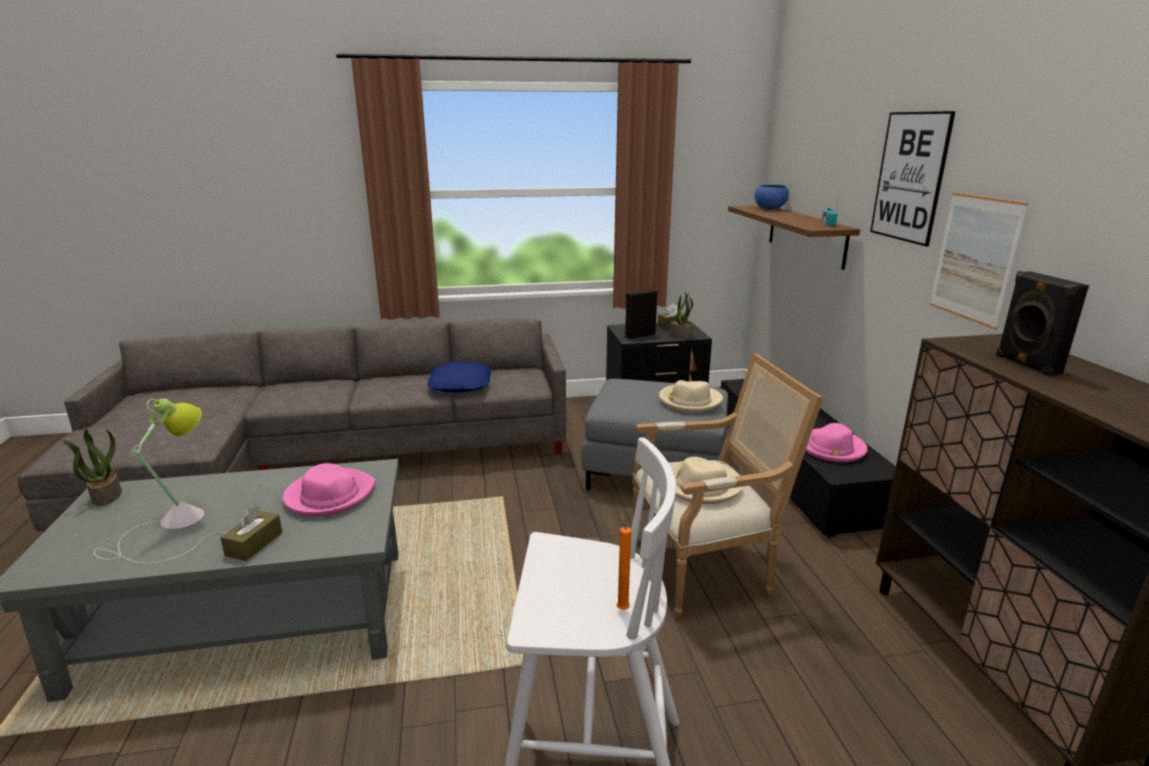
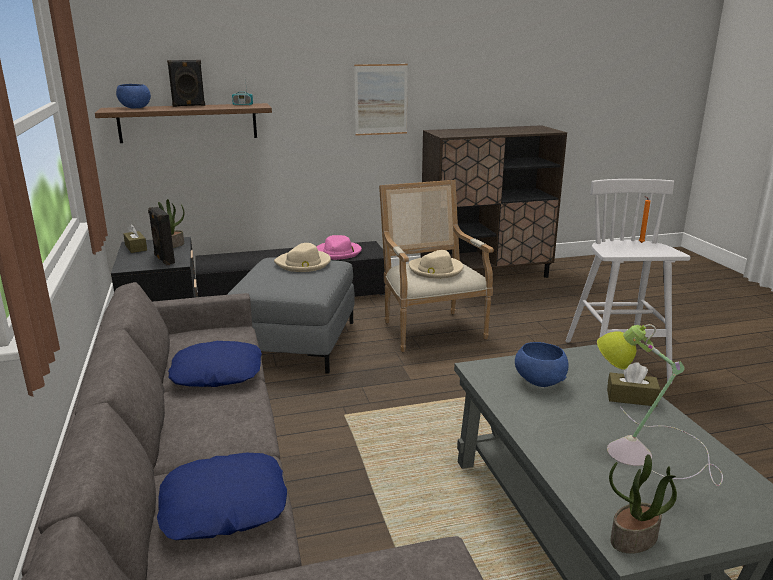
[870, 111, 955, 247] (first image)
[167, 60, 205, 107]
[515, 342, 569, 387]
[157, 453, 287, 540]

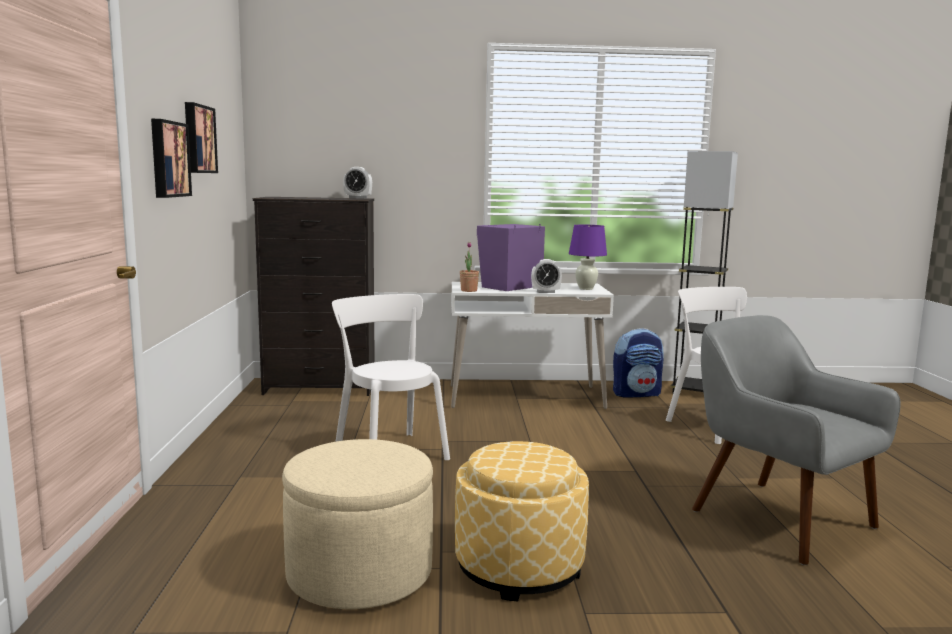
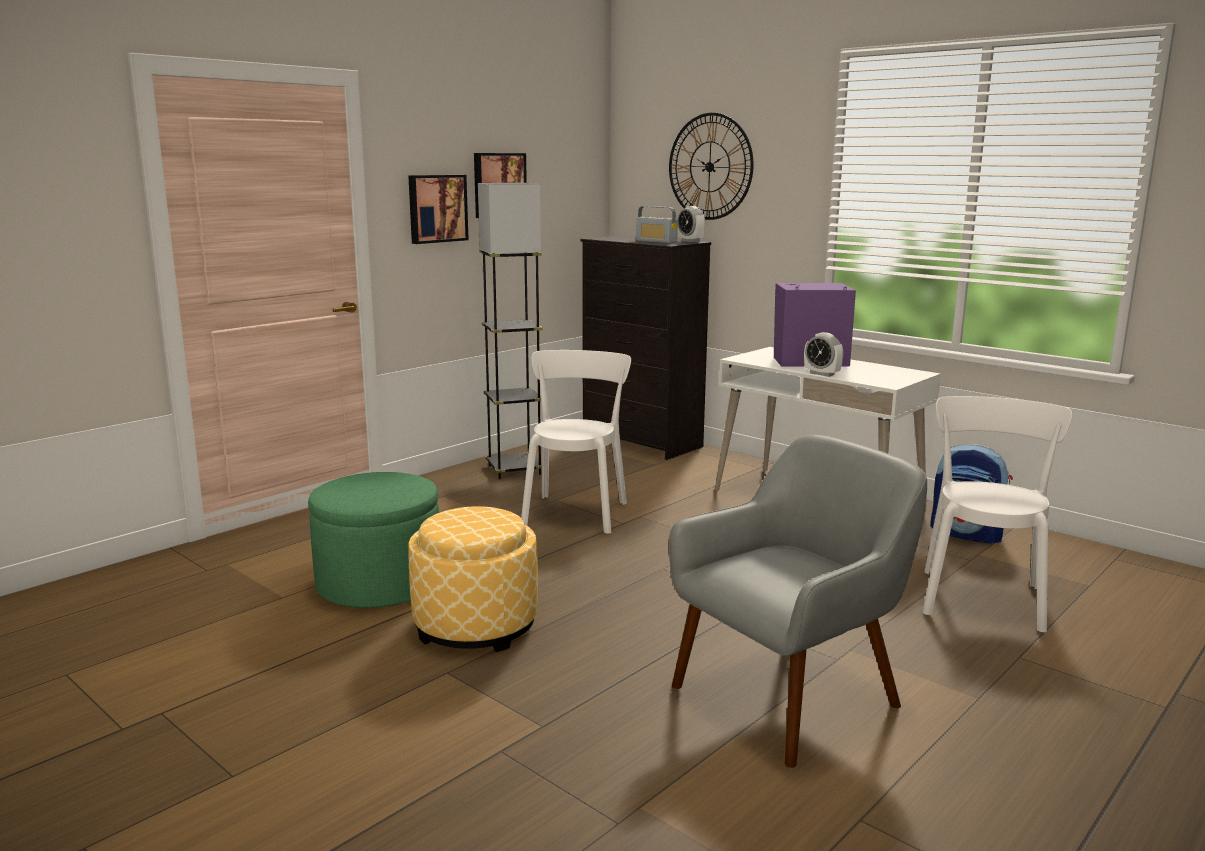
[478, 183, 543, 479]
[569, 225, 607, 290] (first image)
[460, 242, 479, 292] (first image)
[669, 435, 927, 768]
[308, 472, 439, 608]
[669, 113, 754, 220]
[636, 206, 678, 243]

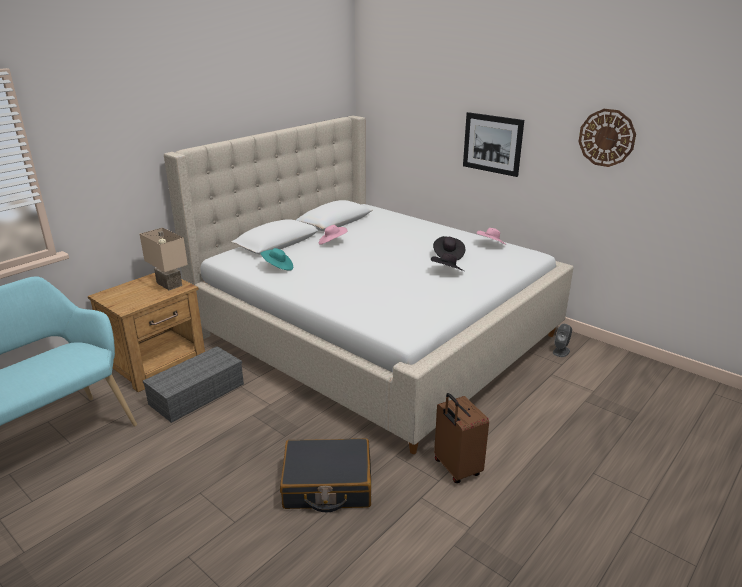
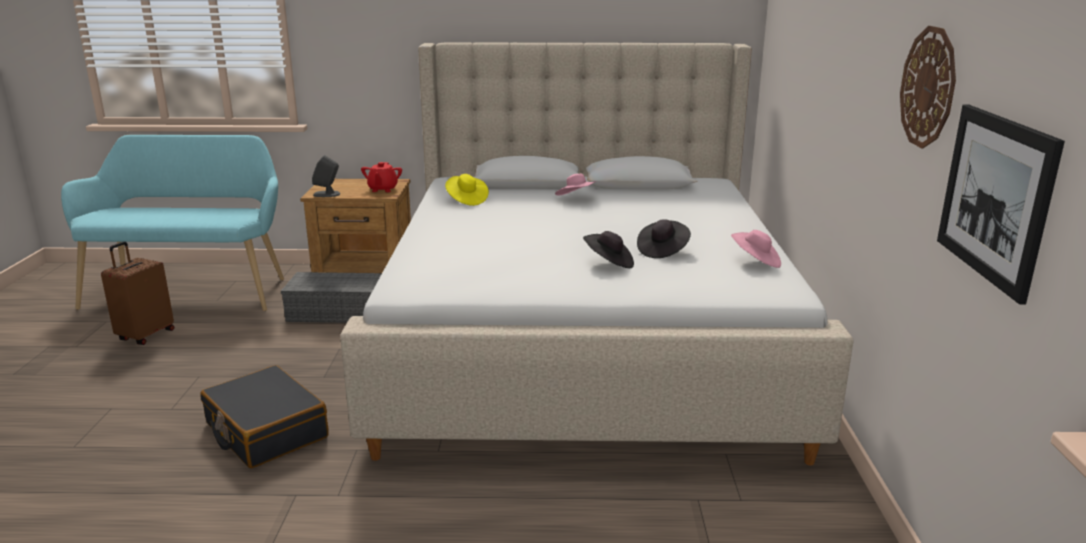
[937, 104, 1065, 304]
[361, 162, 402, 192]
[445, 174, 489, 206]
[312, 155, 340, 197]
[101, 241, 174, 345]

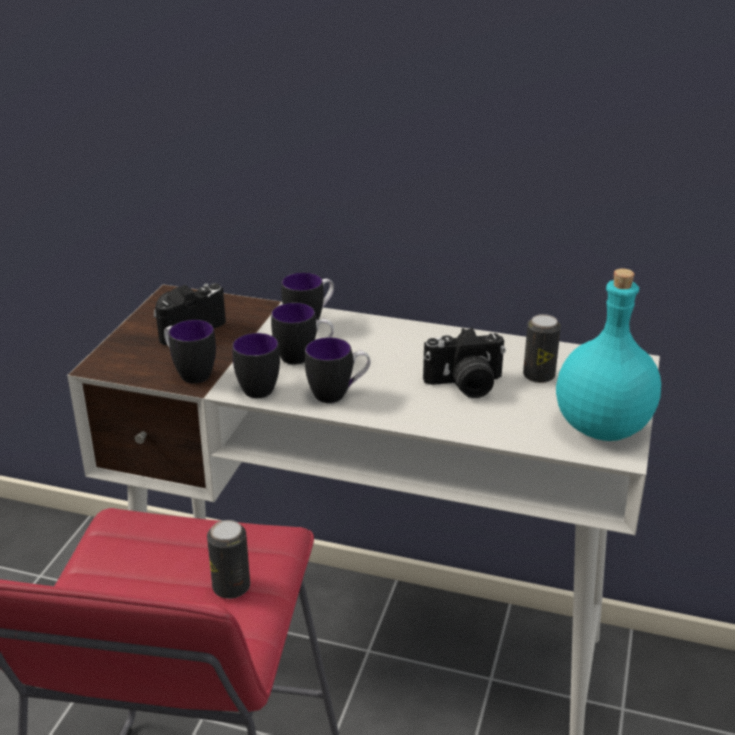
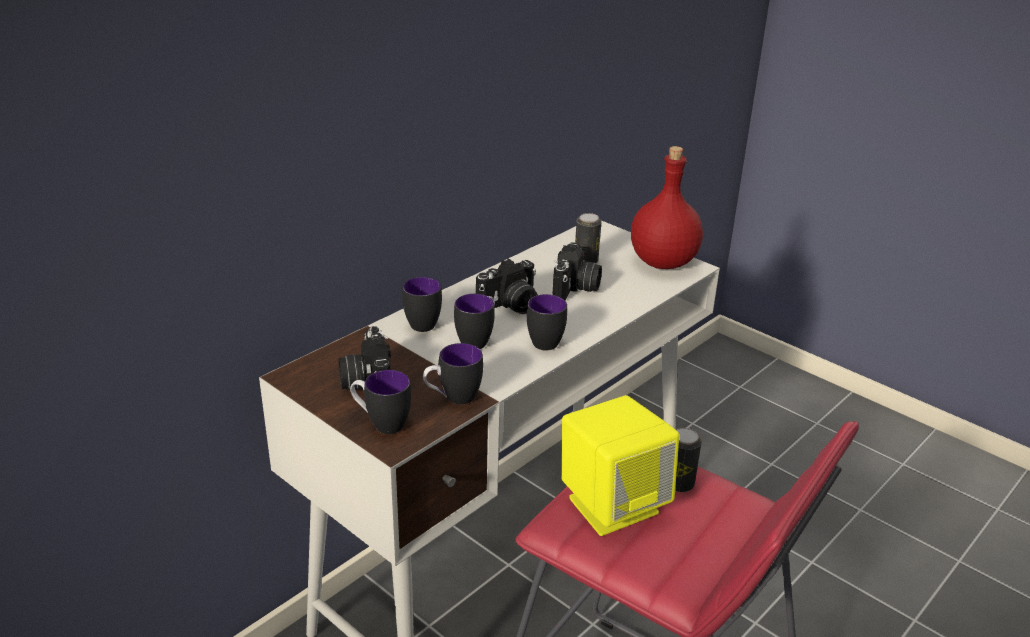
[631, 146, 703, 269]
[350, 370, 411, 434]
[476, 258, 538, 314]
[561, 395, 679, 536]

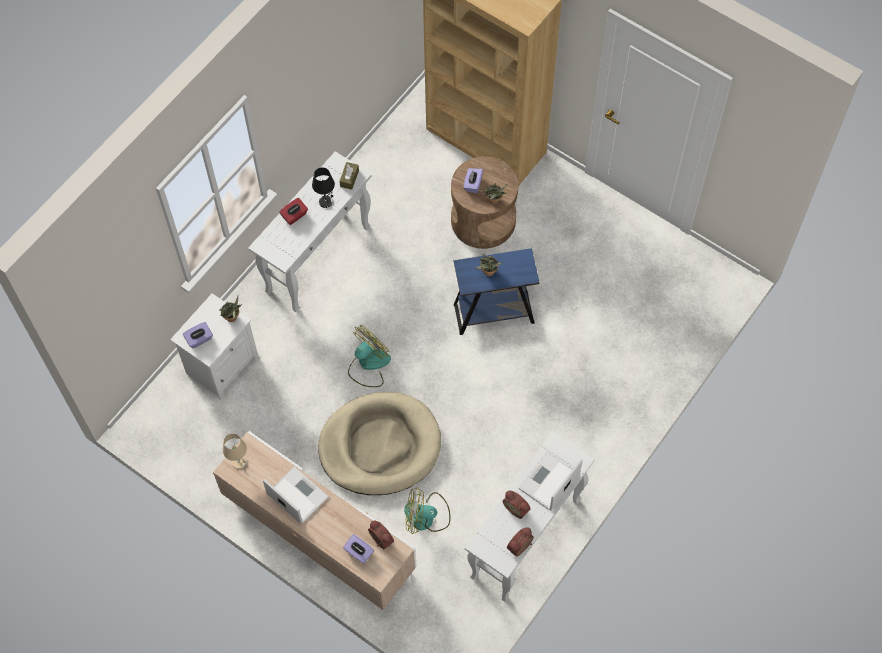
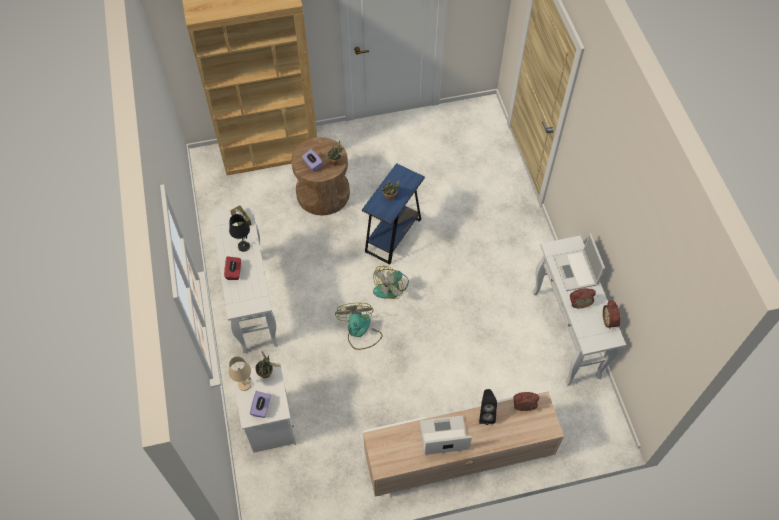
[318, 392, 441, 495] (first image)
[229, 356, 251, 391]
[373, 266, 409, 299]
[343, 534, 374, 564] (first image)
[479, 389, 497, 425]

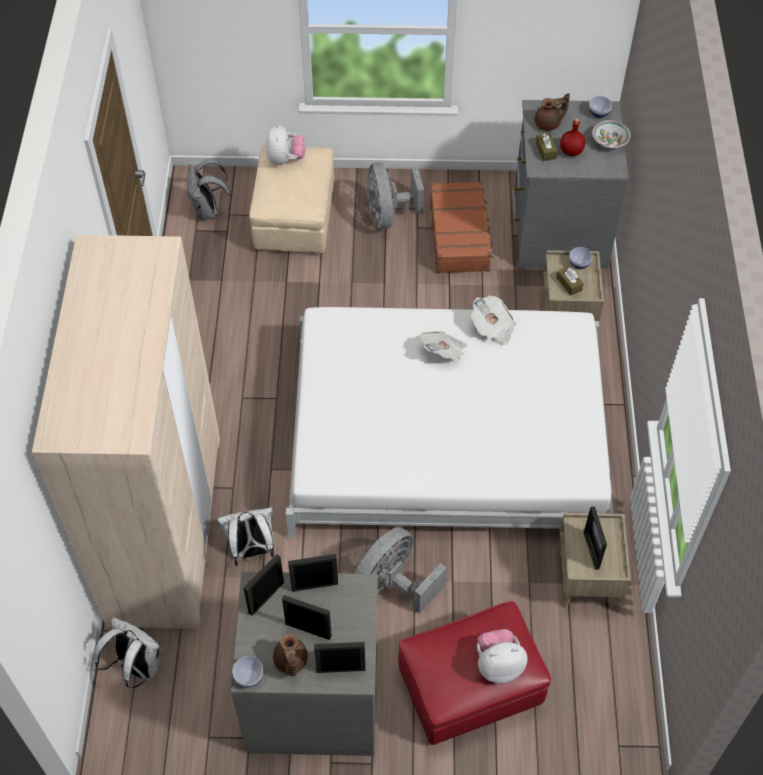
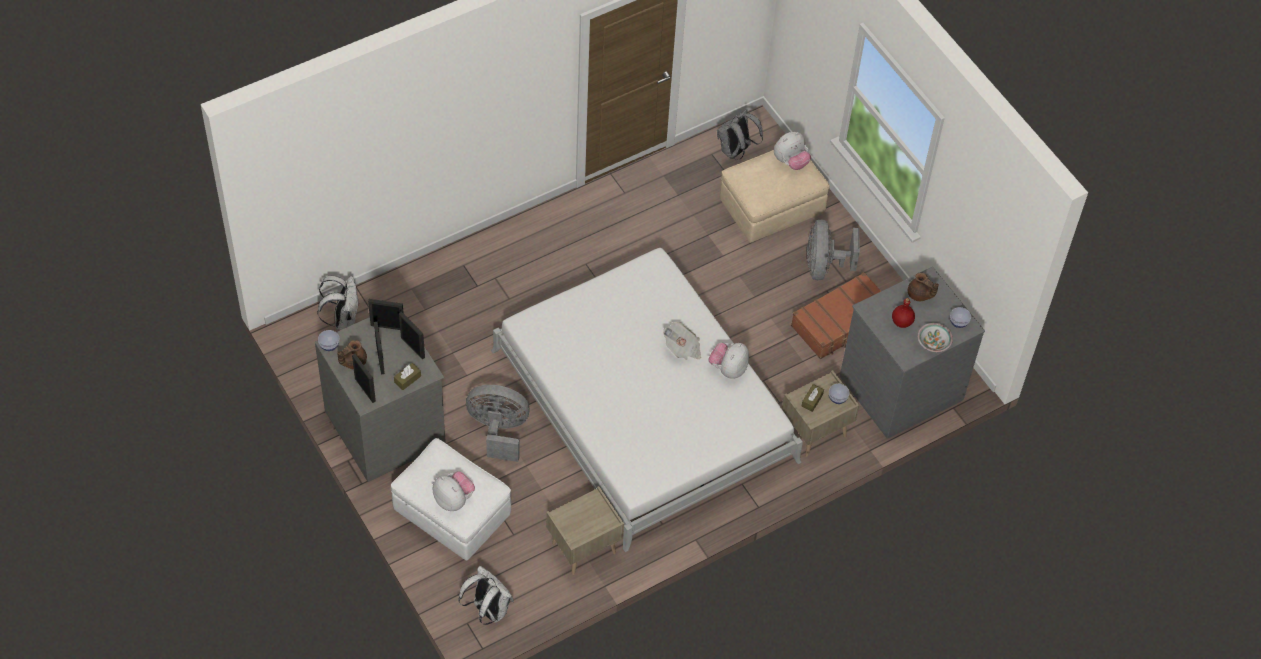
[394, 363, 421, 390]
[807, 220, 860, 280]
[32, 235, 220, 629] (first image)
[709, 343, 749, 379]
[584, 506, 607, 570] (first image)
[458, 566, 514, 625]
[391, 438, 511, 560]

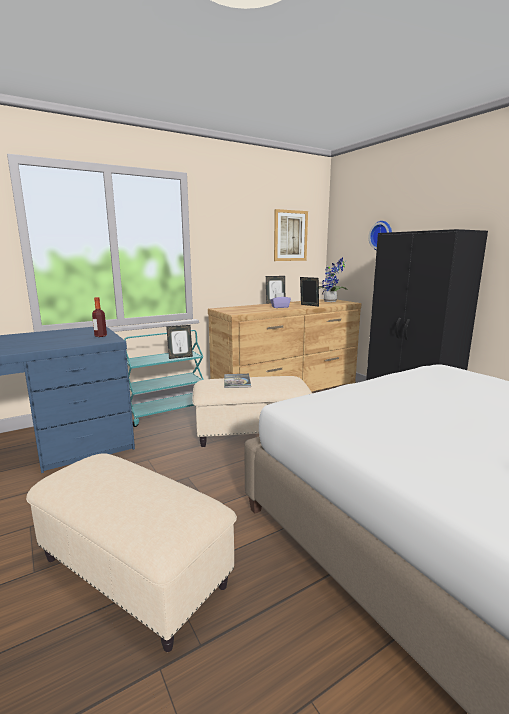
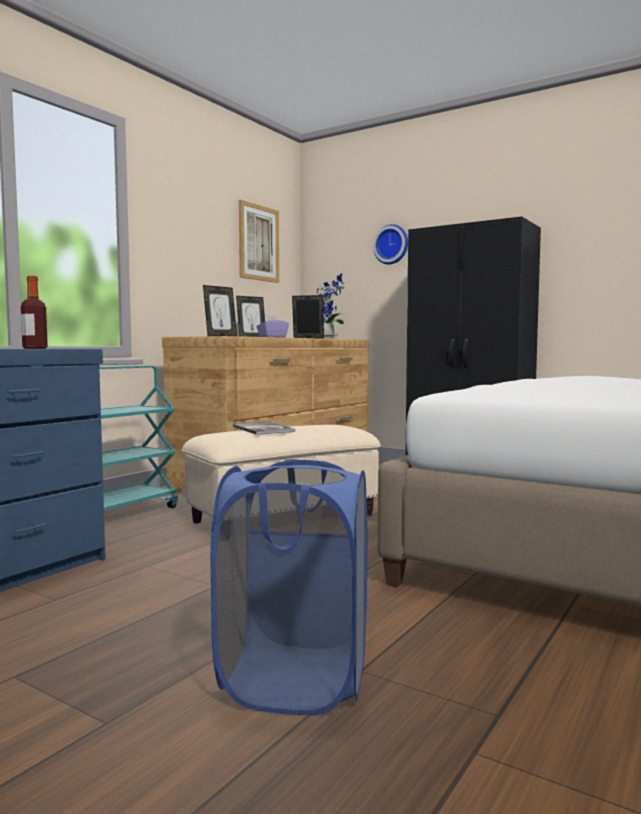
[203, 285, 237, 336]
[211, 459, 367, 715]

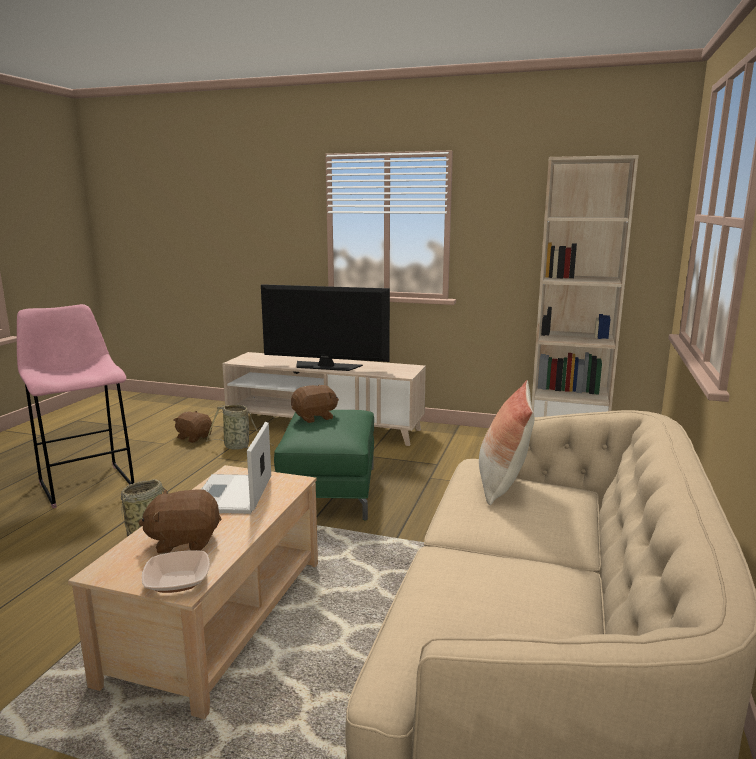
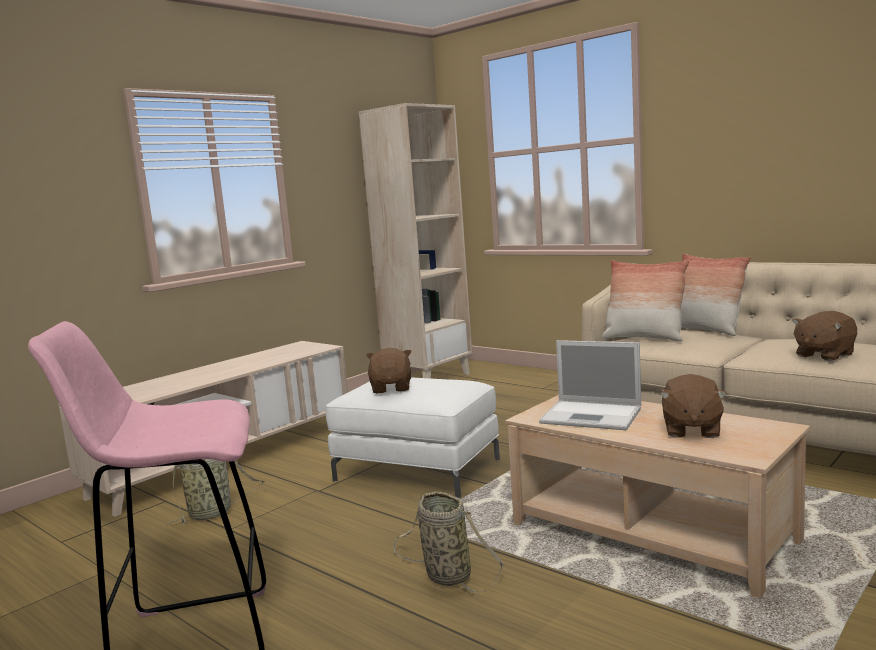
[261, 284, 390, 371] (first image)
[326, 377, 500, 498]
[792, 311, 857, 361]
[142, 550, 210, 593] (first image)
[681, 253, 751, 336]

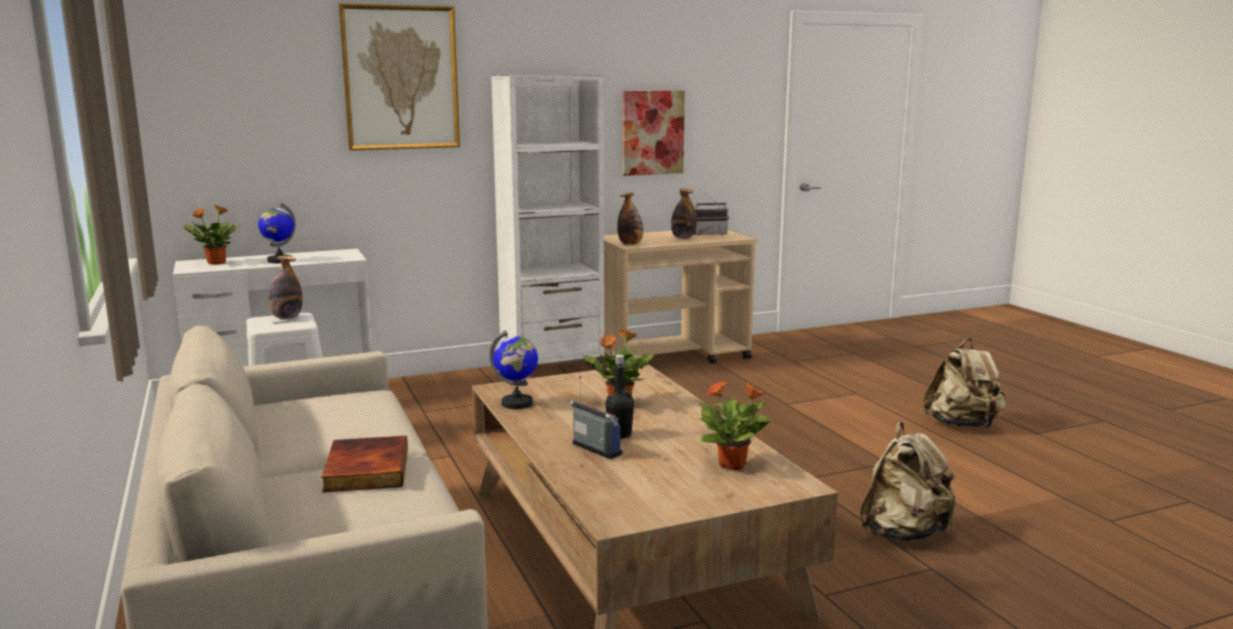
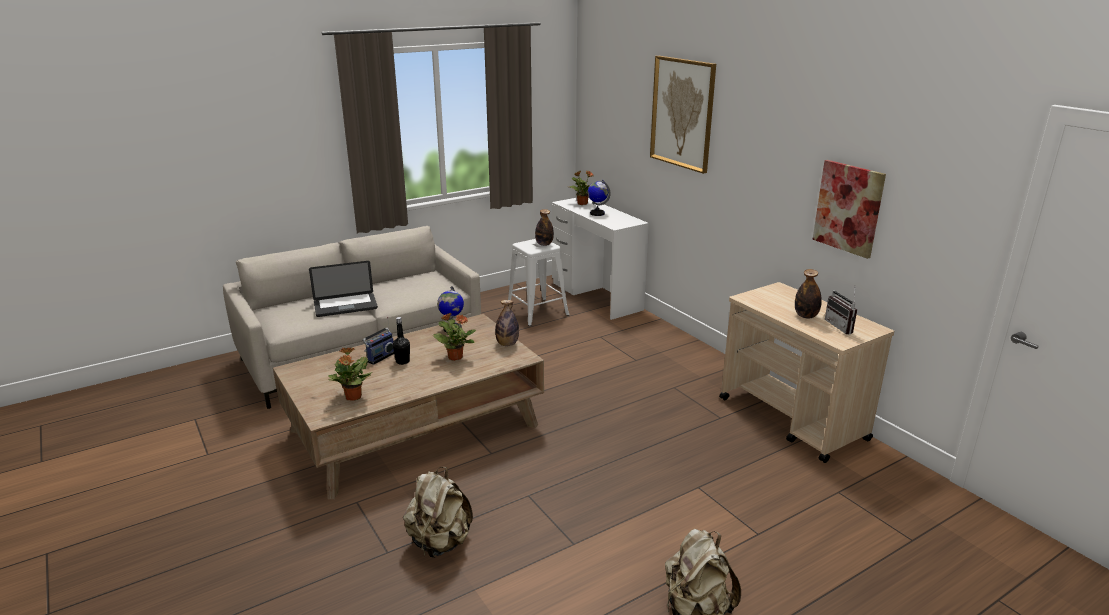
[491, 75, 605, 370] (first image)
[495, 300, 519, 346]
[309, 261, 378, 317]

